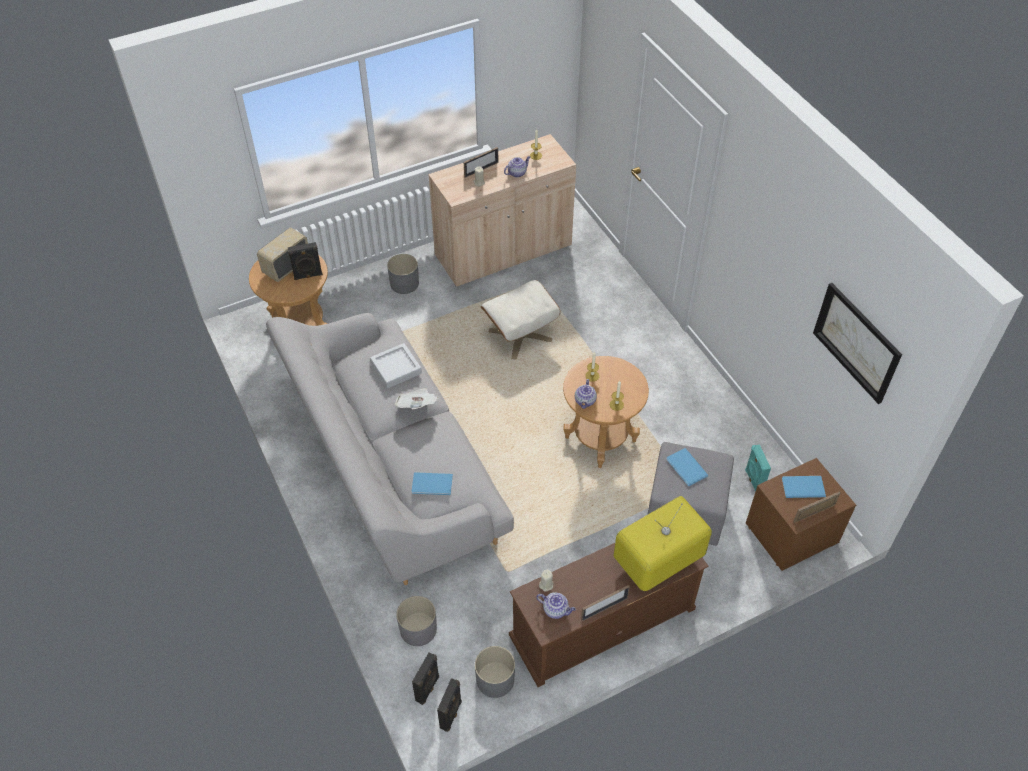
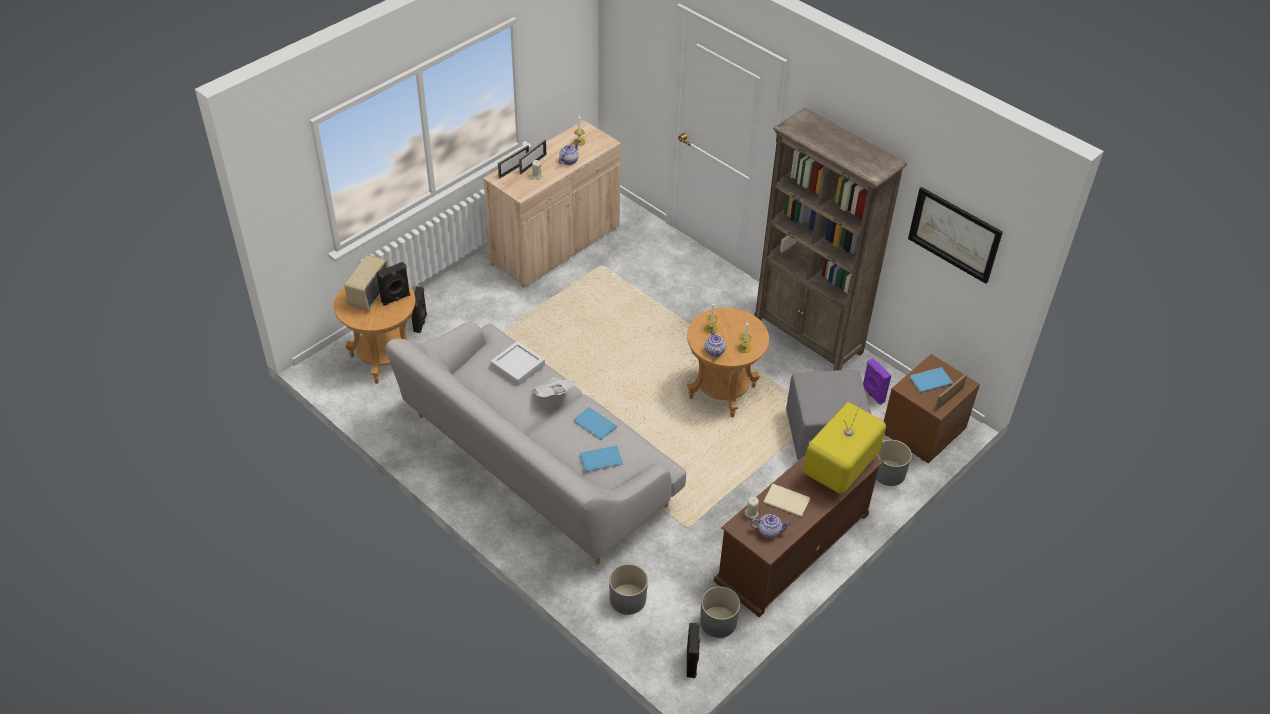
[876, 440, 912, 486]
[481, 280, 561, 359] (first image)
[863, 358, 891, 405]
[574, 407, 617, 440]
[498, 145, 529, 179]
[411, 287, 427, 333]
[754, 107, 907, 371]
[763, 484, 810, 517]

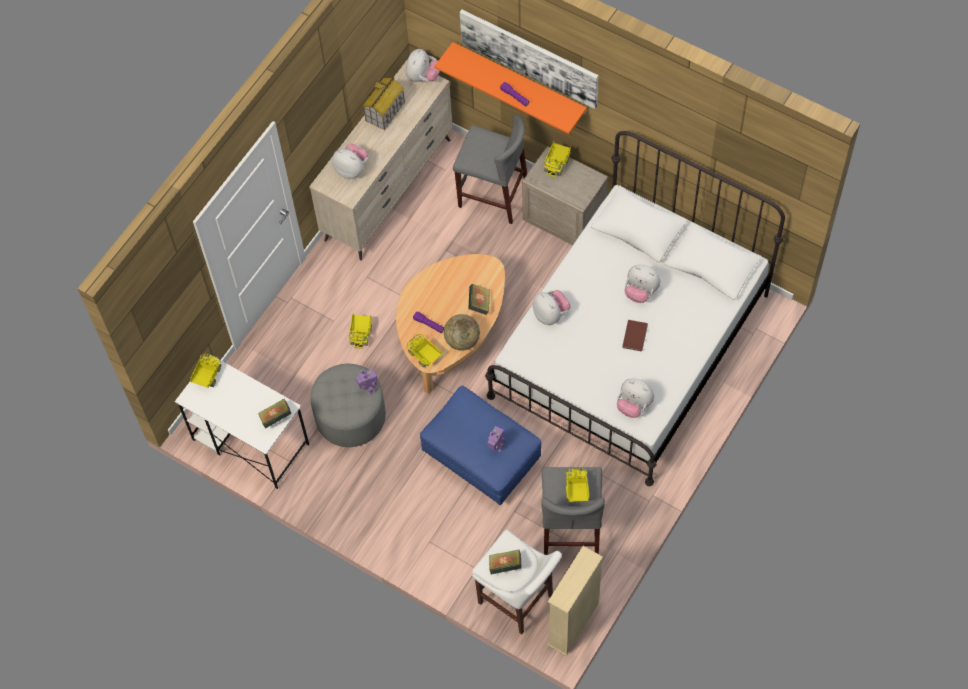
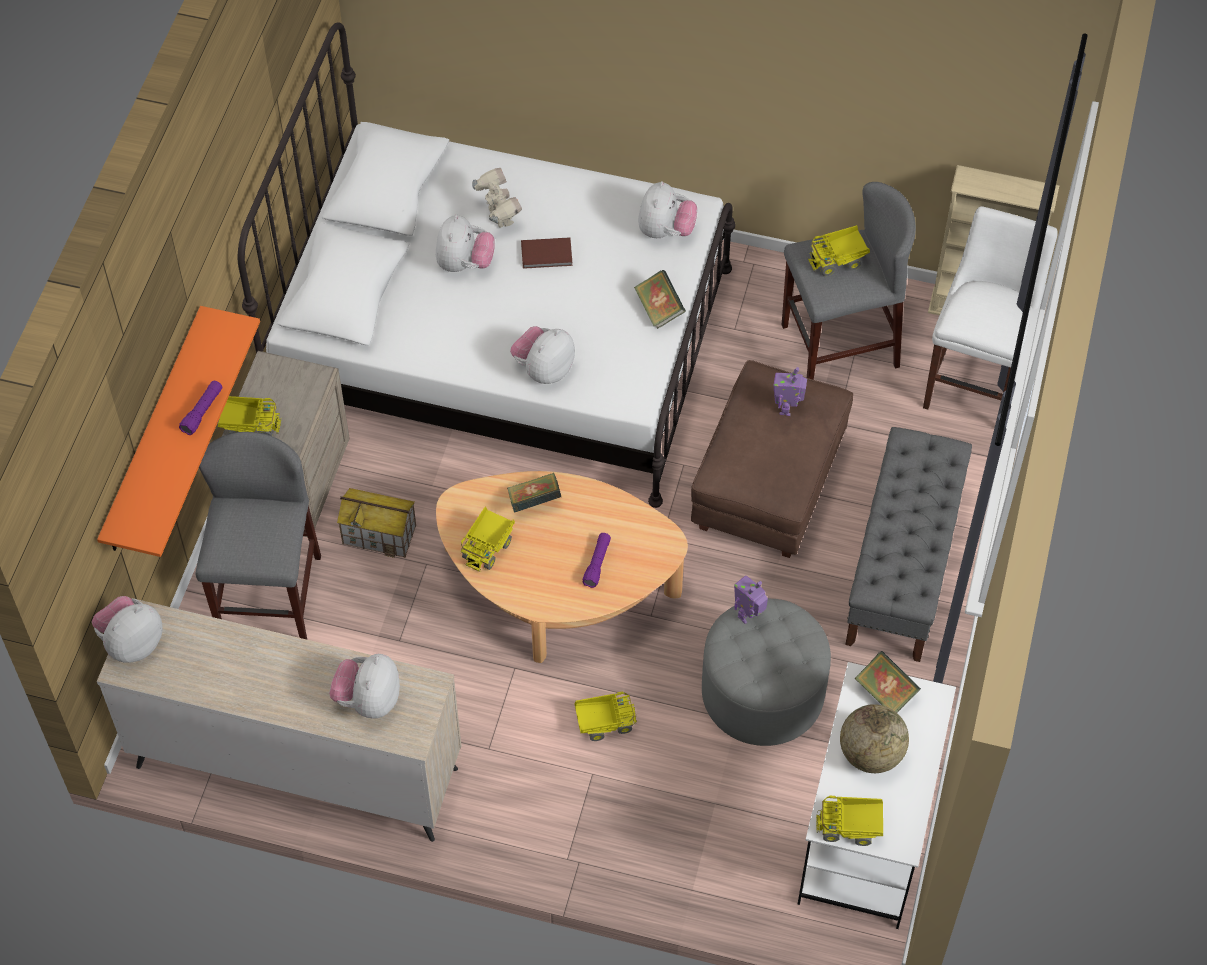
[460, 10, 599, 109] (first image)
[92, 596, 163, 663]
[337, 488, 416, 558]
[840, 704, 909, 773]
[460, 507, 515, 572]
[691, 360, 853, 558]
[634, 270, 686, 329]
[472, 168, 522, 228]
[845, 427, 972, 662]

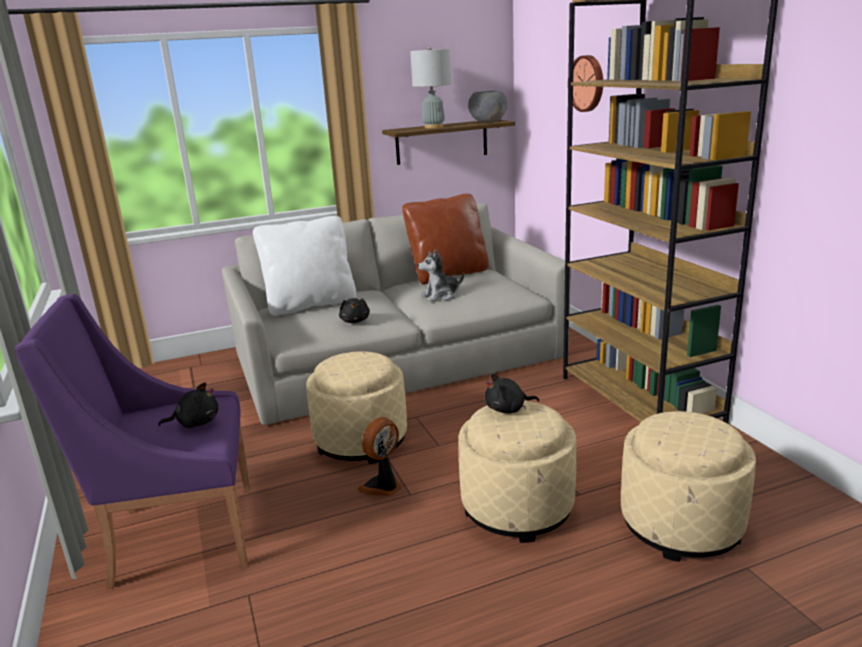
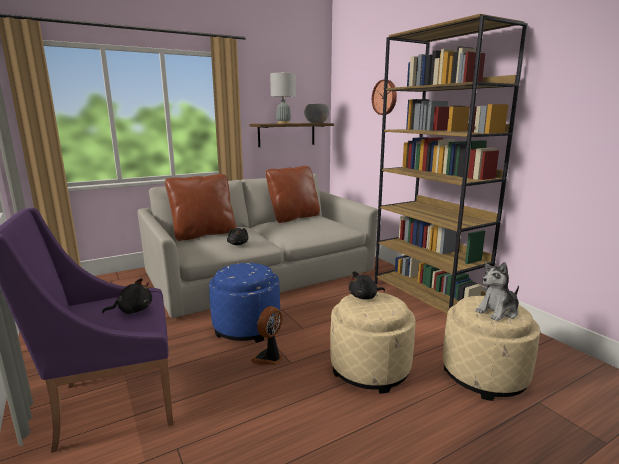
[165, 174, 236, 241]
[475, 262, 519, 321]
[209, 263, 280, 343]

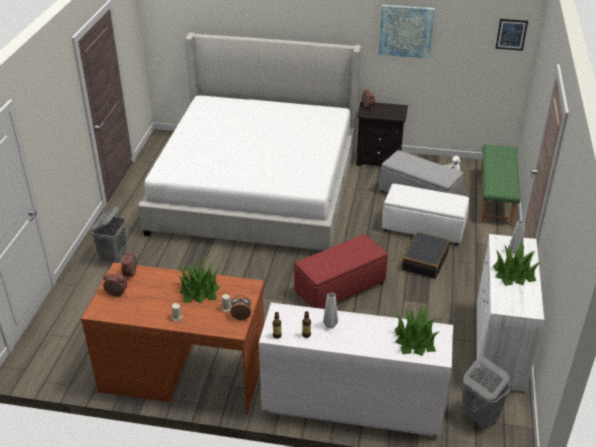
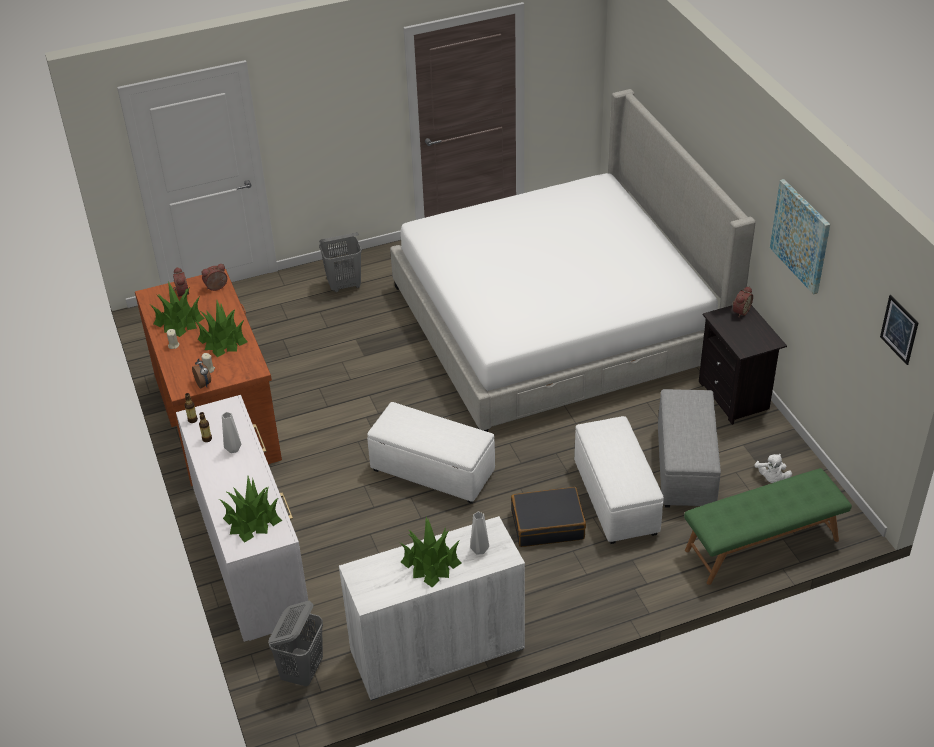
[367, 402, 495, 504]
[151, 282, 204, 337]

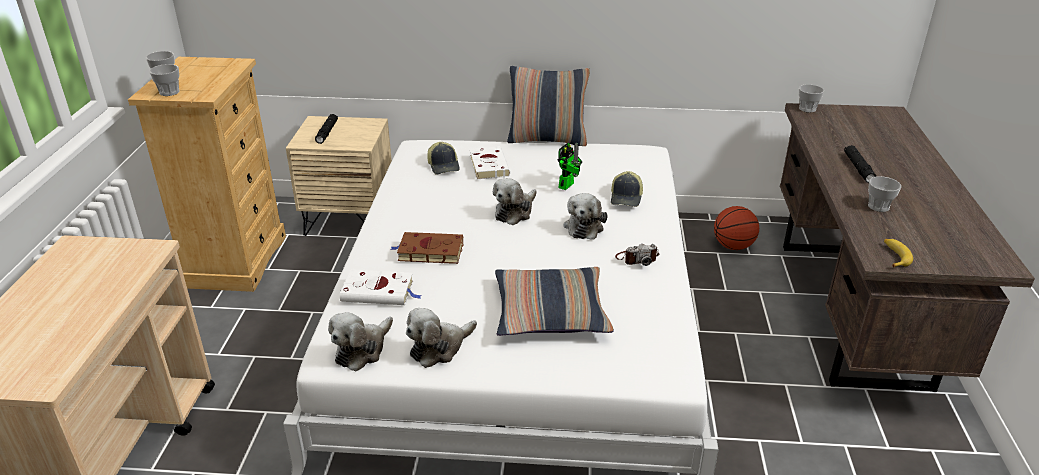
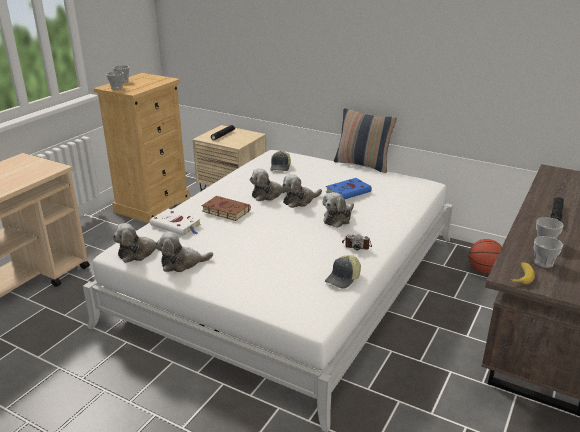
[534, 236, 563, 268]
[326, 178, 372, 200]
[470, 146, 510, 179] (first image)
[325, 255, 361, 289]
[495, 267, 614, 336] (first image)
[250, 168, 286, 201]

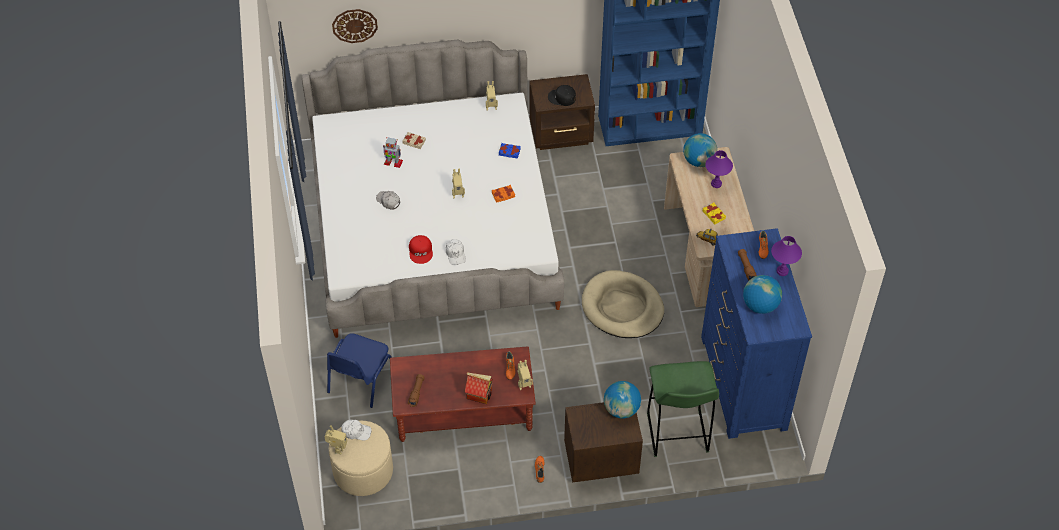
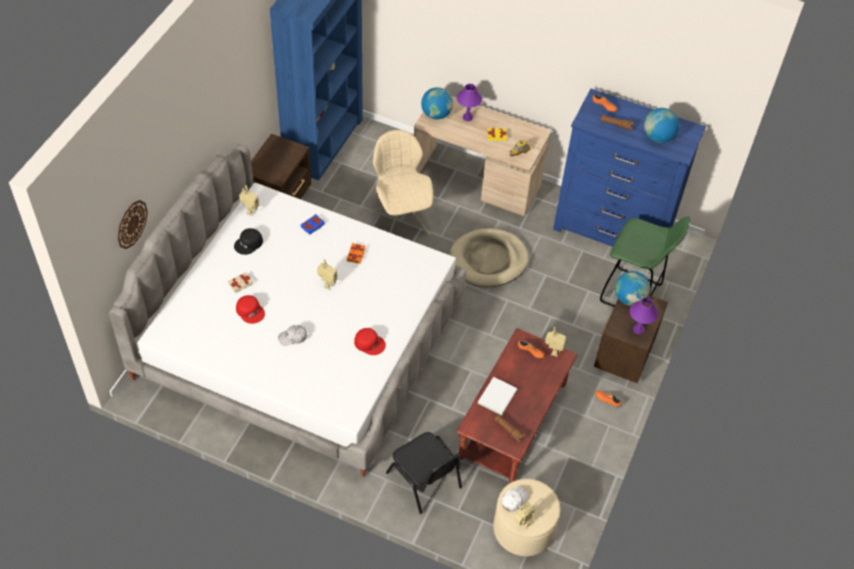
[234, 228, 263, 255]
[236, 295, 265, 324]
[630, 298, 658, 334]
[446, 239, 466, 265] (first image)
[386, 432, 462, 514]
[465, 373, 493, 404] (first image)
[373, 130, 433, 235]
[478, 377, 517, 415]

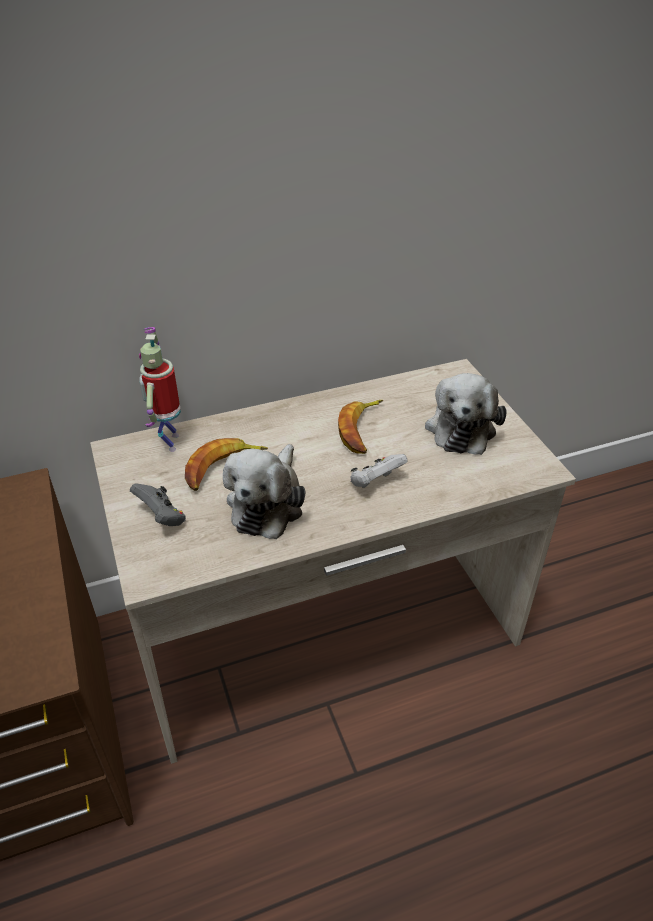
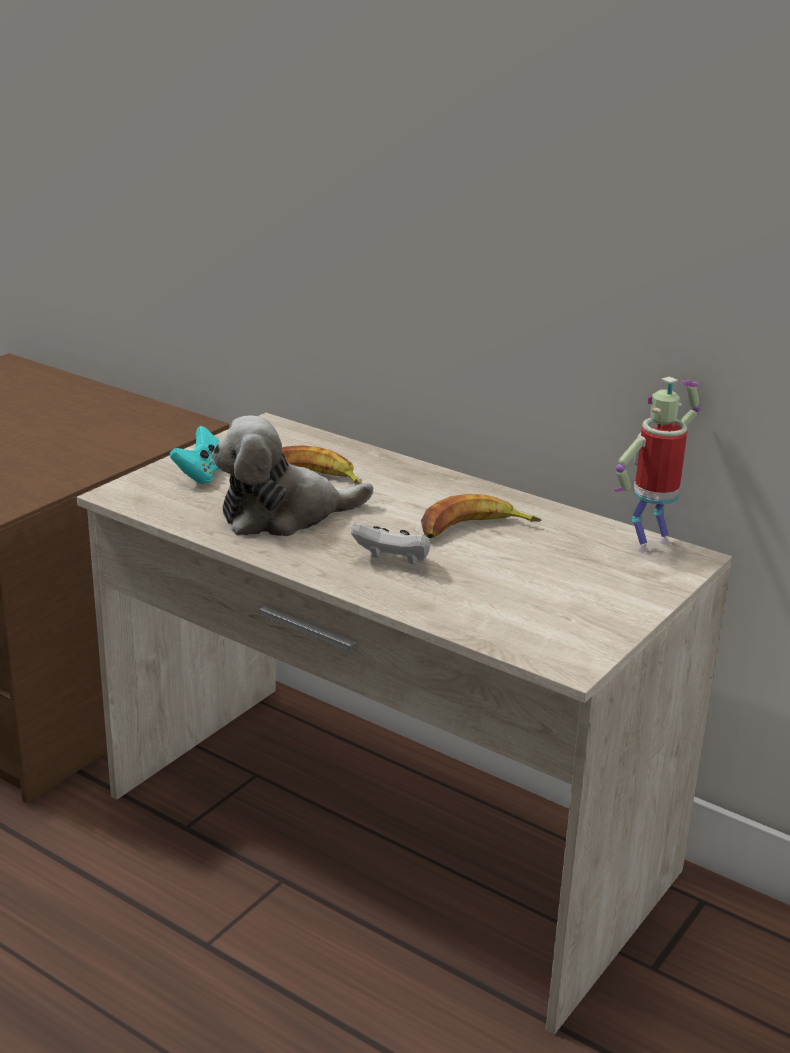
[615, 377, 700, 552]
[425, 373, 507, 455] (first image)
[170, 426, 220, 484]

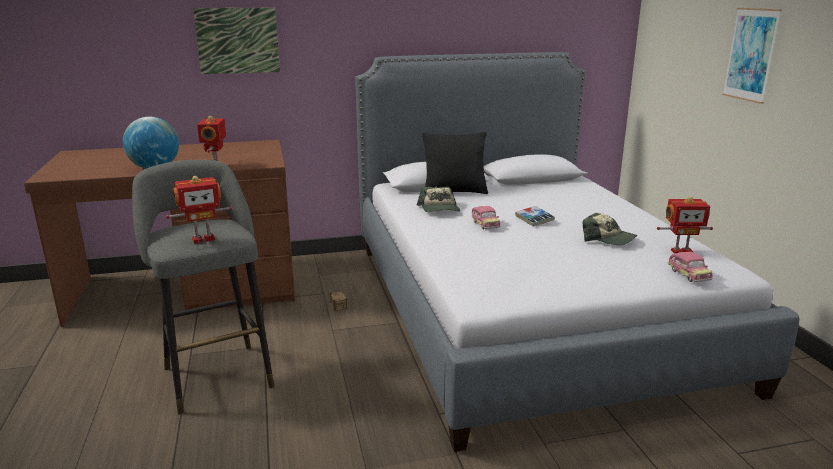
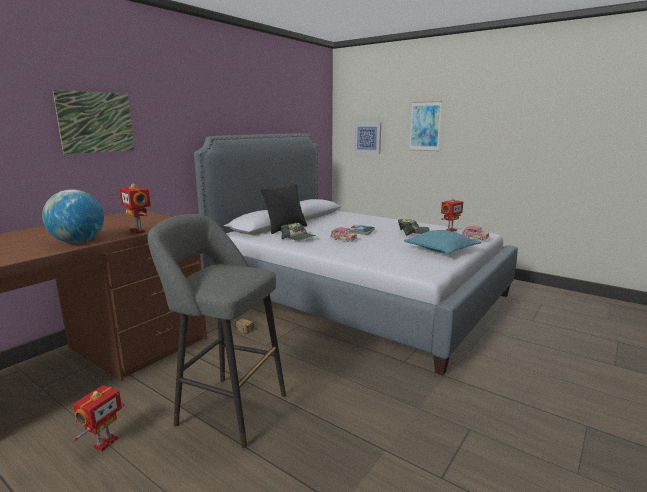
[73, 385, 125, 451]
[353, 122, 381, 154]
[404, 230, 481, 254]

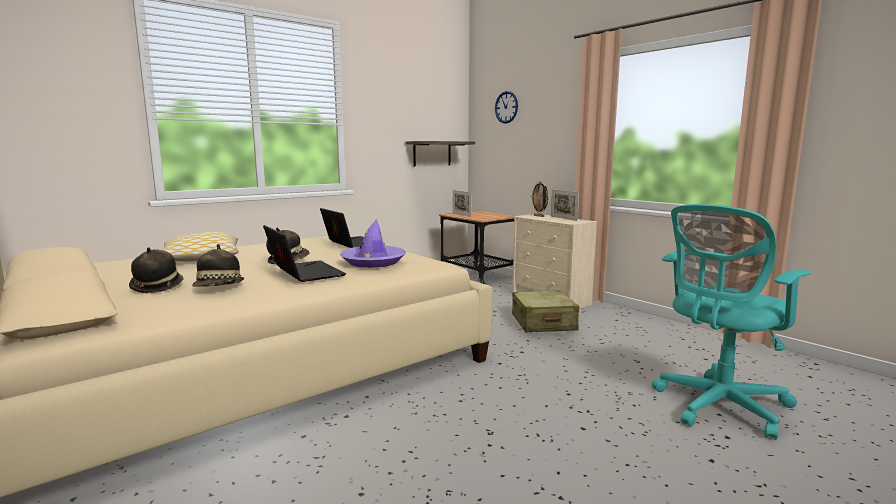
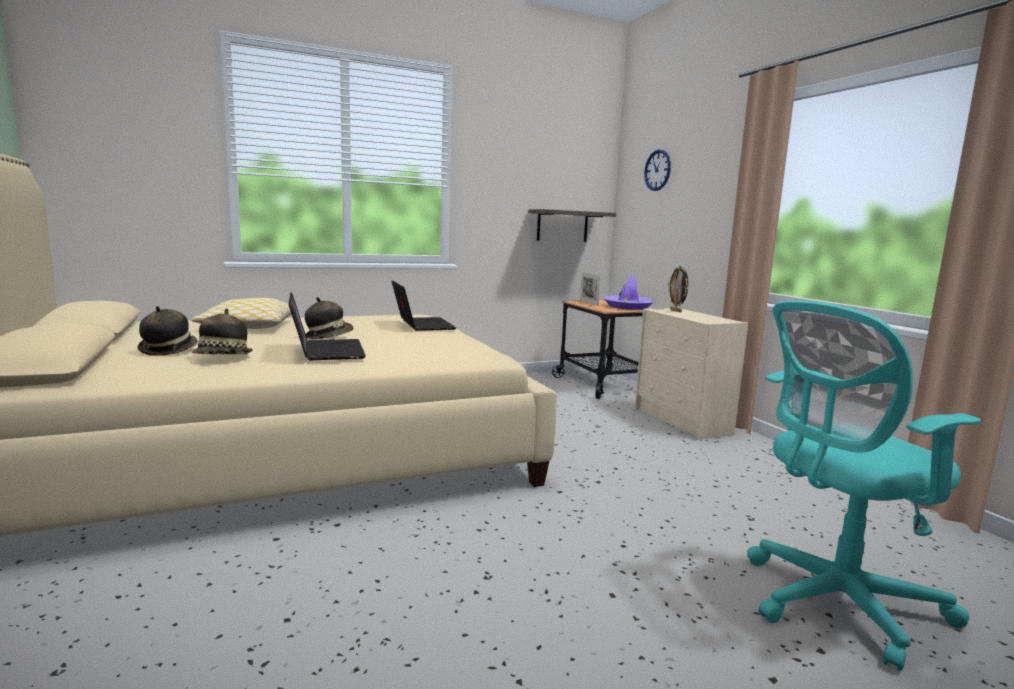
[551, 189, 579, 221] (first image)
[604, 274, 654, 310]
[512, 290, 579, 332] (first image)

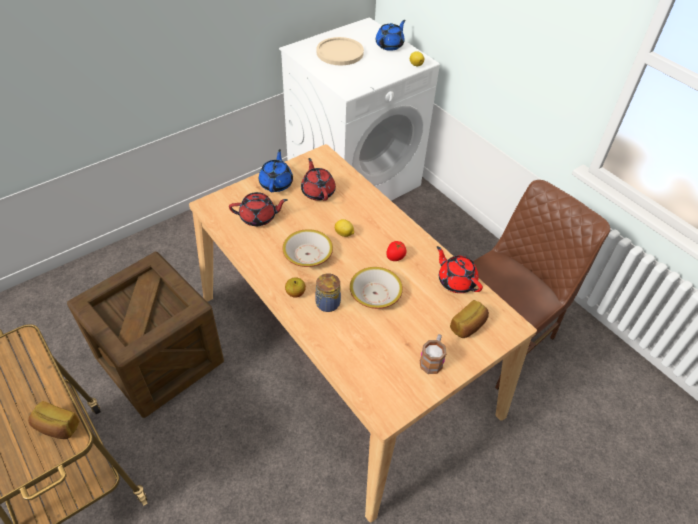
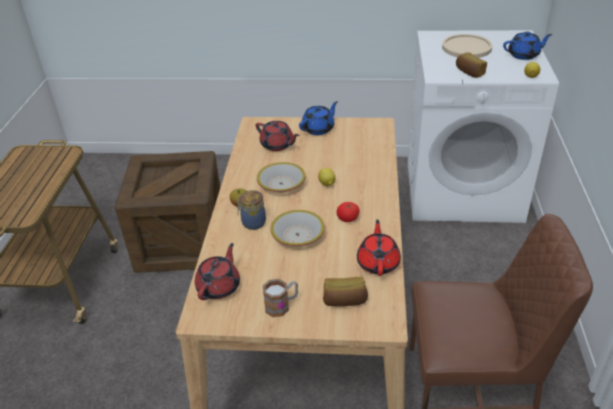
[195, 243, 240, 300]
[456, 52, 487, 78]

